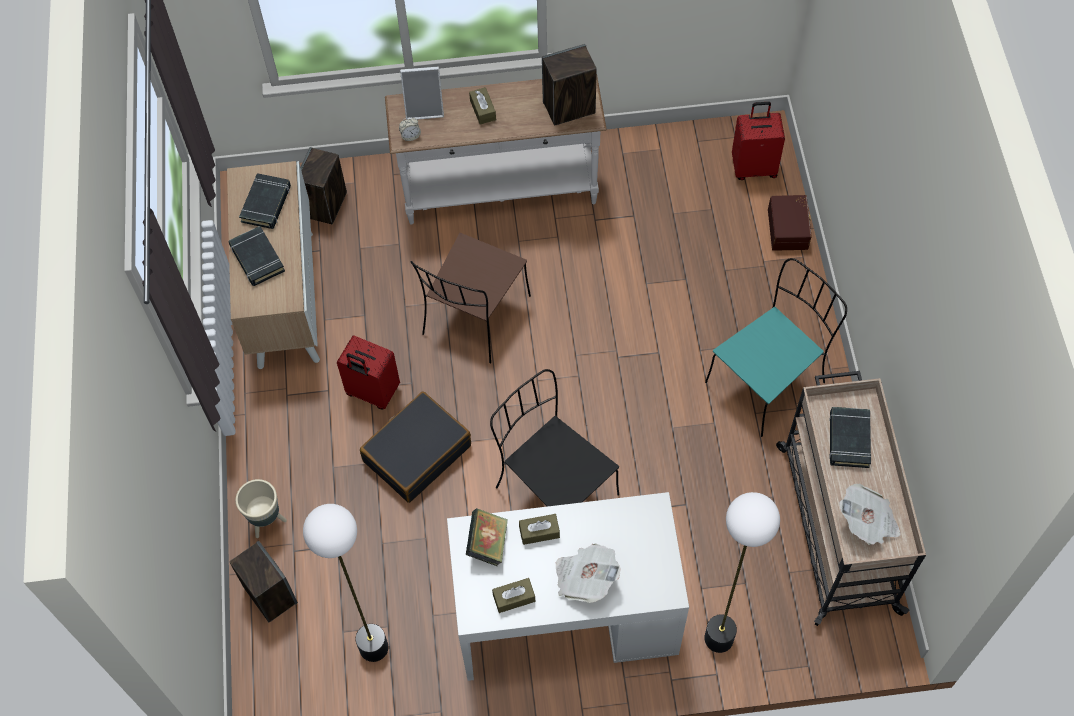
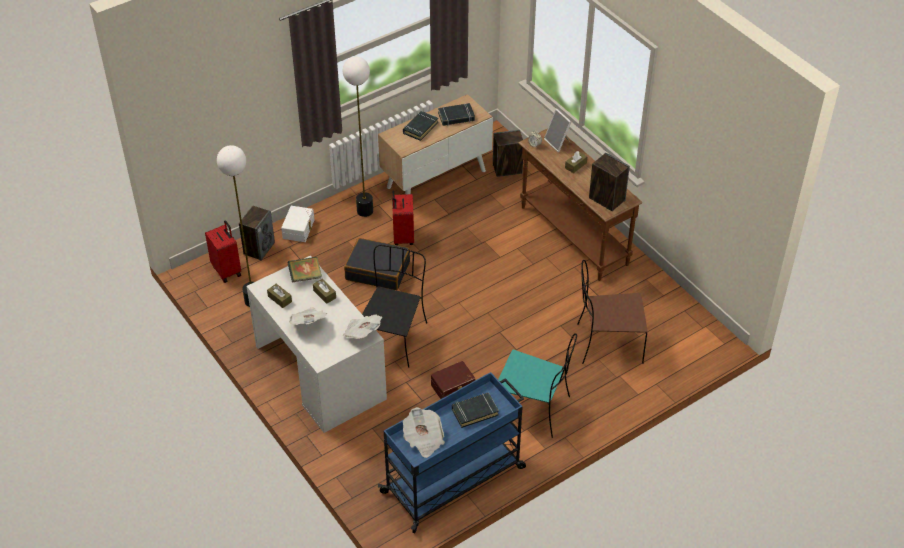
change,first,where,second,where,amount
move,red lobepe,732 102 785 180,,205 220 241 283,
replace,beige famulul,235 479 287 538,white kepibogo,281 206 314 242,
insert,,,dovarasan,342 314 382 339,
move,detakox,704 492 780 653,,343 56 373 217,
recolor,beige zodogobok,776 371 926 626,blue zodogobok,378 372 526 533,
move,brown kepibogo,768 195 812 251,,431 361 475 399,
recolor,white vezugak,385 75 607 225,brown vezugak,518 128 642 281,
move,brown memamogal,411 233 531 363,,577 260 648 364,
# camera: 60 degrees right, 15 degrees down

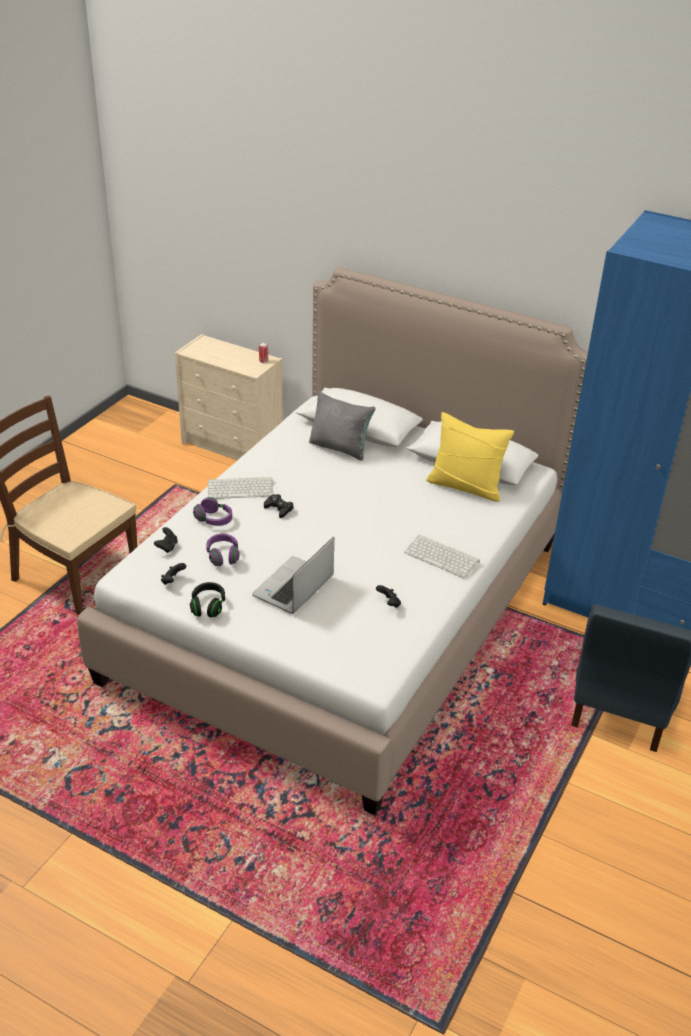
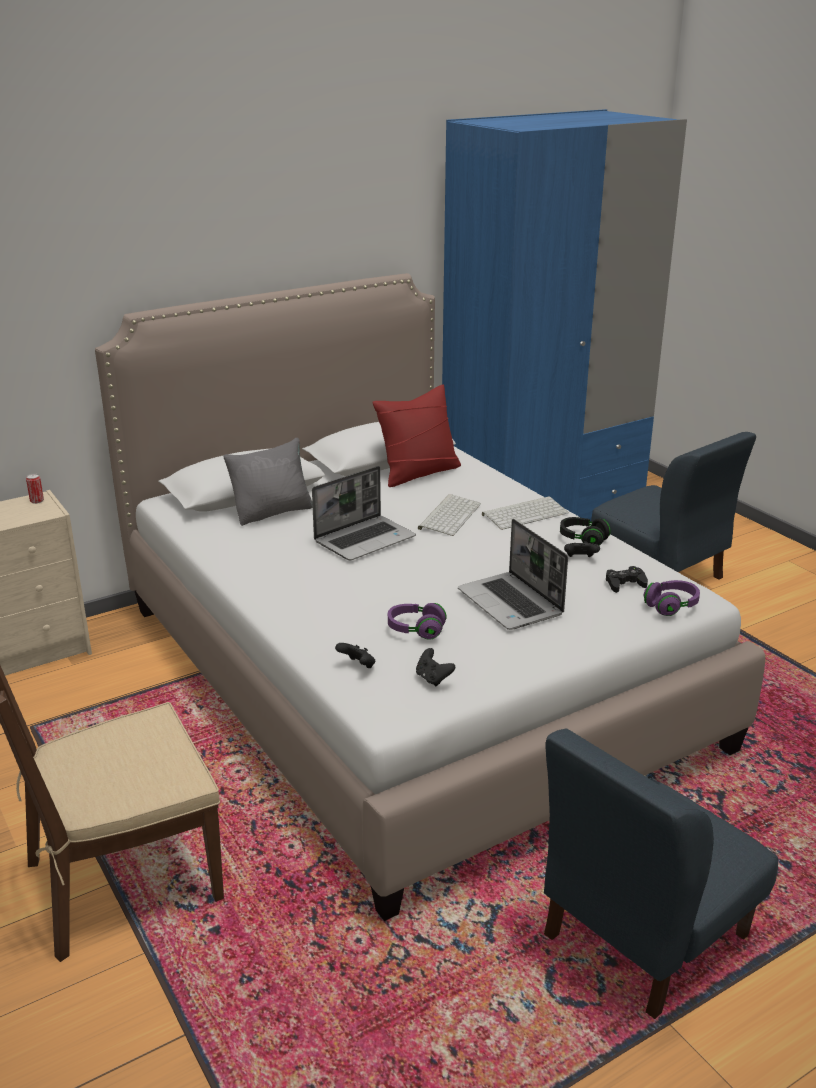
change,first,where,second,where,amount
insert,,,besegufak,312 466 416 560,
recolor,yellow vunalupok,426 412 514 502,red vunalupok,372 385 461 487,
move,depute,208 477 273 499,,418 494 481 536,
insert,,,blue memamogal,544 728 778 1019,
move,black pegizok,190 582 225 618,,560 517 611 546,
move,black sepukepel,264 494 294 518,,606 566 648 593,
move,purple pegizok,193 497 232 526,,644 580 700 616,
# camera: 60 degrees left, 10 degrees down

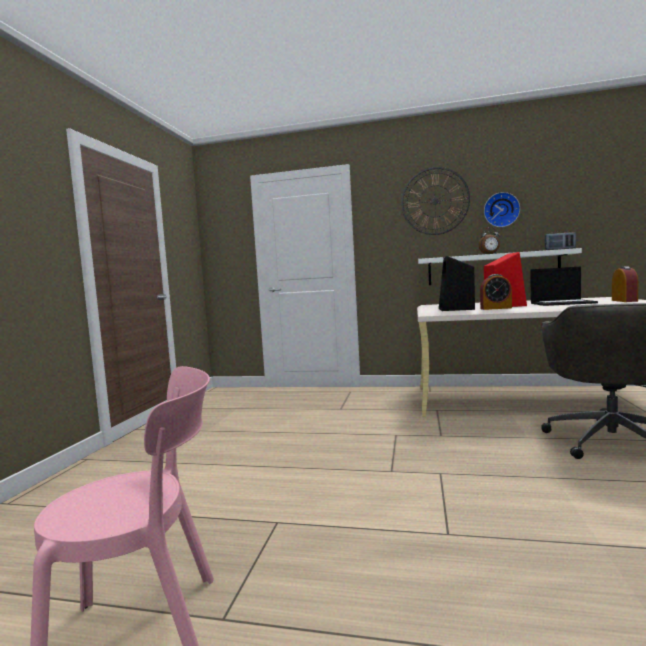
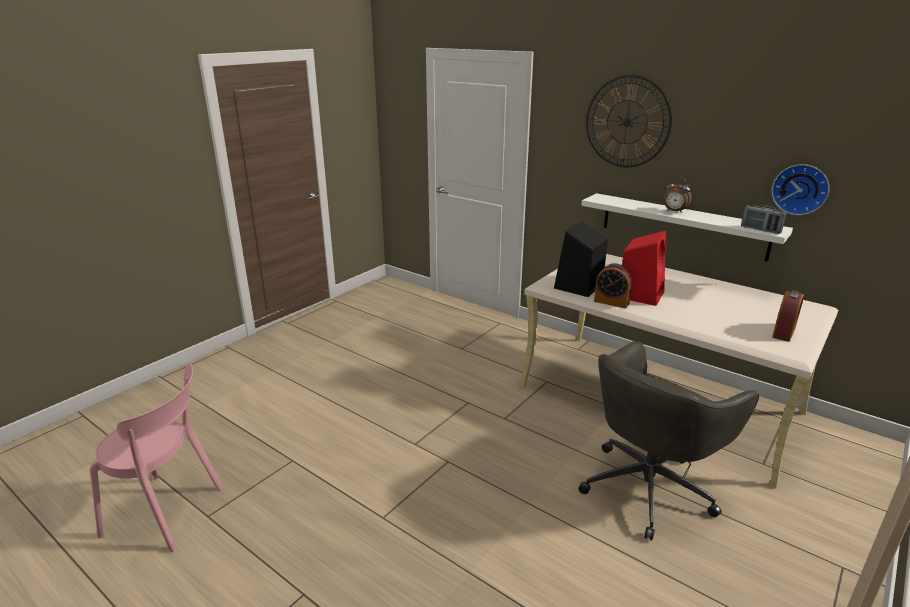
change,first,where,second,where,amount
move,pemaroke,484 192 520 227,,771 164 830 215,
delete,besegufak,530 267 598 306,,,
# camera: 25 degrees right, 20 degrees up

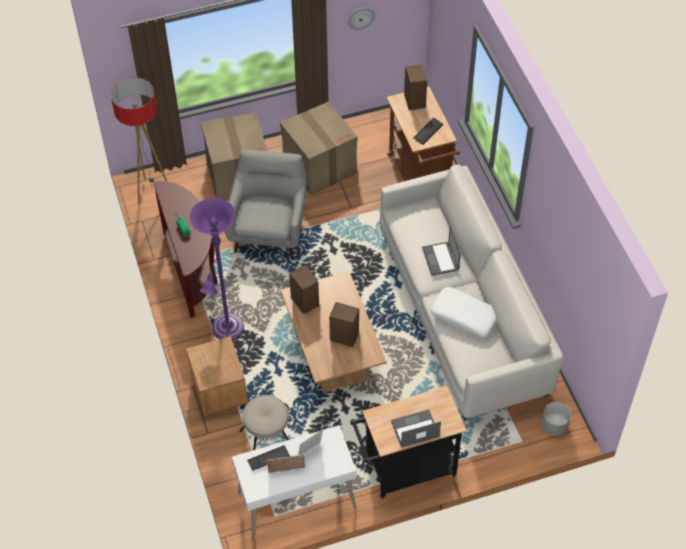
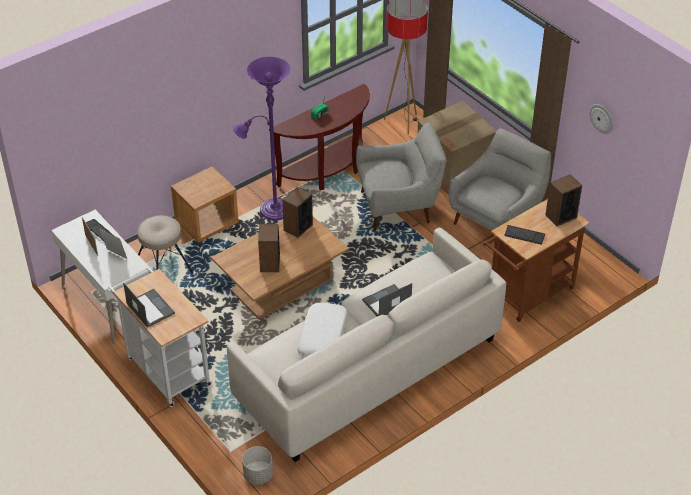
change,first,where,second,where,amount
recolor,black zodogobok,350 386 467 499,white zodogobok,108 267 212 407,
replace,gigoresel,280 102 357 196,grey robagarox,449 128 551 230,
# camera: 70 degrees right, 10 degrees down

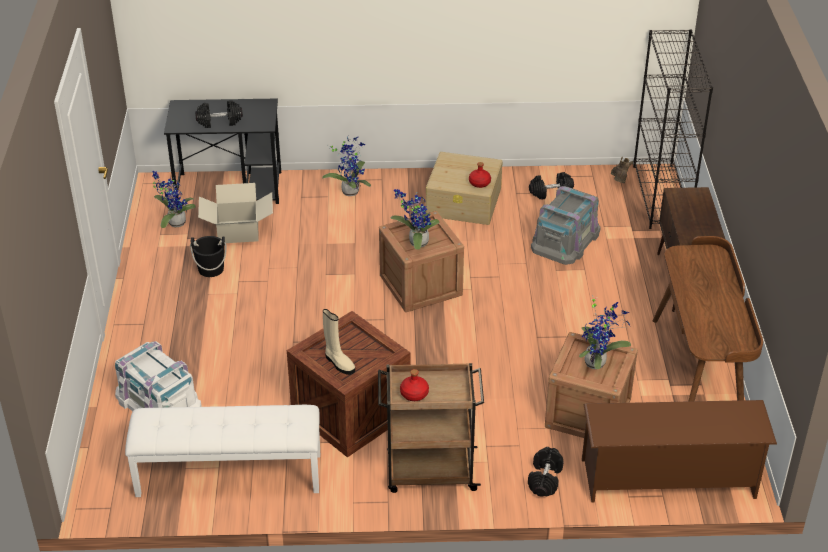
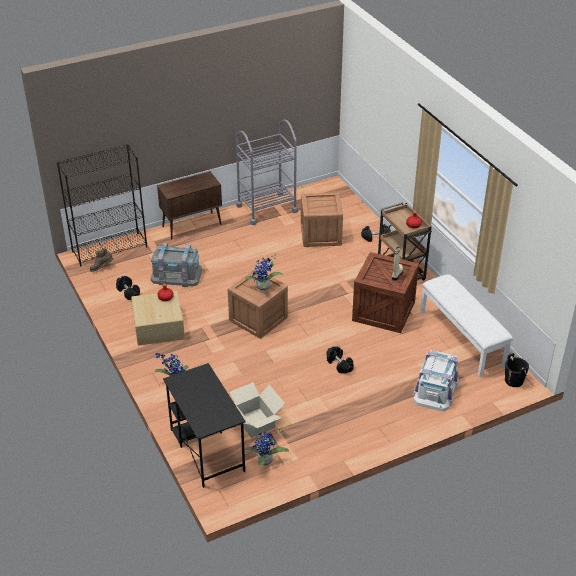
change,first,where,second,where,amount
replace,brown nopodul,653 236 763 402,grey zodogobok,236 120 298 225,
move,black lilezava,195 100 243 128,,326 346 354 374,
move,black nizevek,190 236 226 277,,505 353 529 387,
delete,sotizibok,579 295 631 369,,,
delete,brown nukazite,582 400 777 503,,,
# camera: 115 degrees left, 0 degrees up

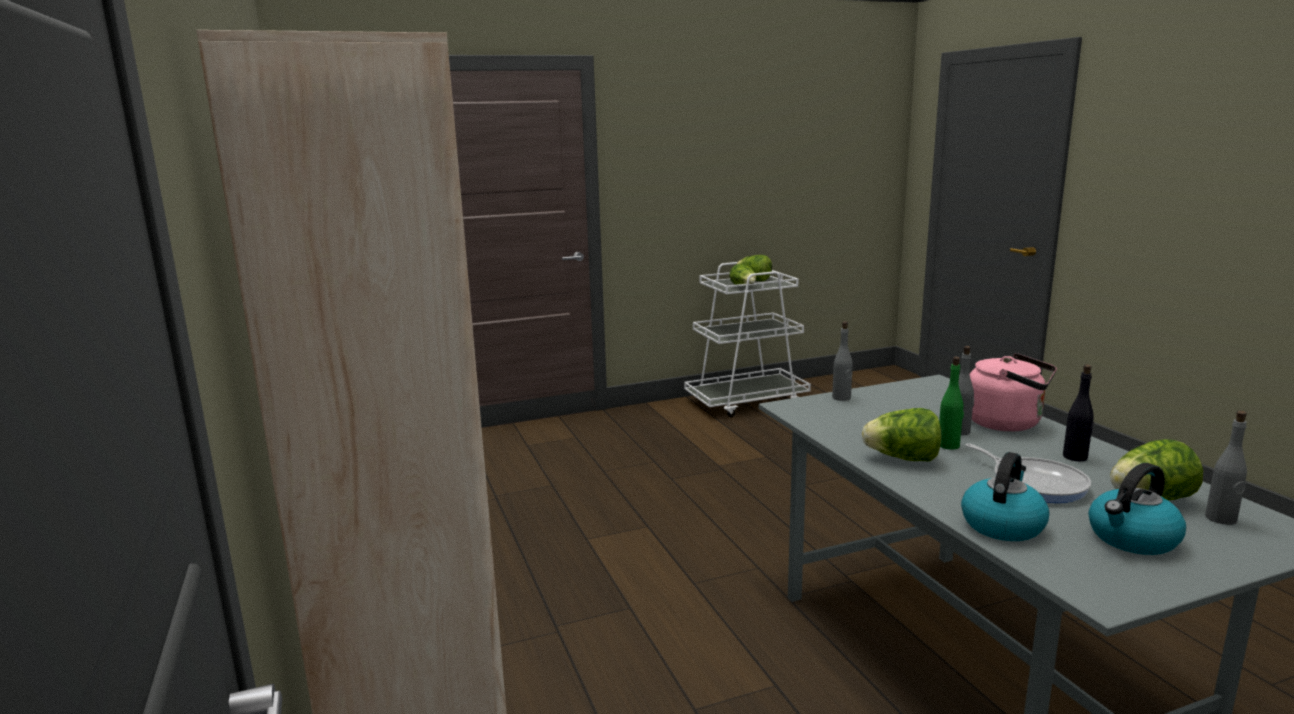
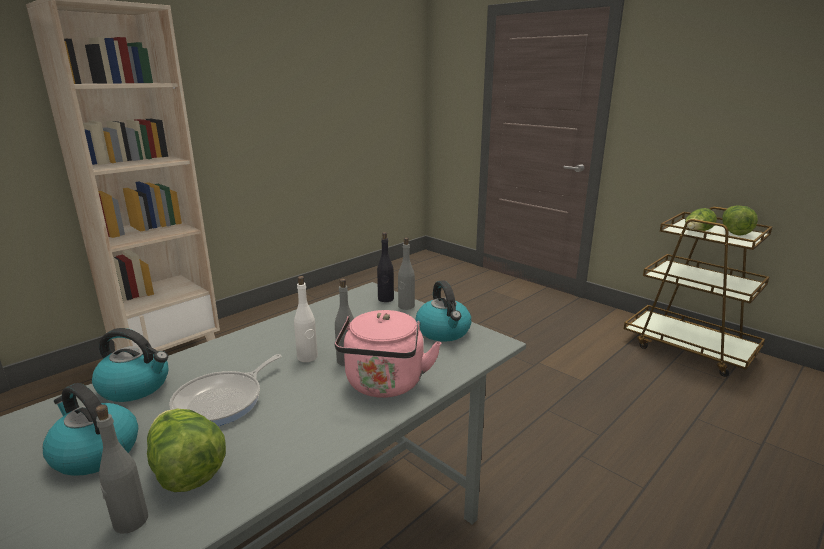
change,first,where,second,where,amount
recolor,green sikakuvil,939 357 964 449,white sikakuvil,294 276 318 362,
move,black sikakuvil,1063 365 1094 461,,377 232 394 302,
insert,,,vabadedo,416 280 471 342,
recolor,white zodogobok,684 262 811 417,brown zodogobok,624 207 772 377,
delete,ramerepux,862 408 941 462,,,
# camera: 65 degrees right, 5 degrees up

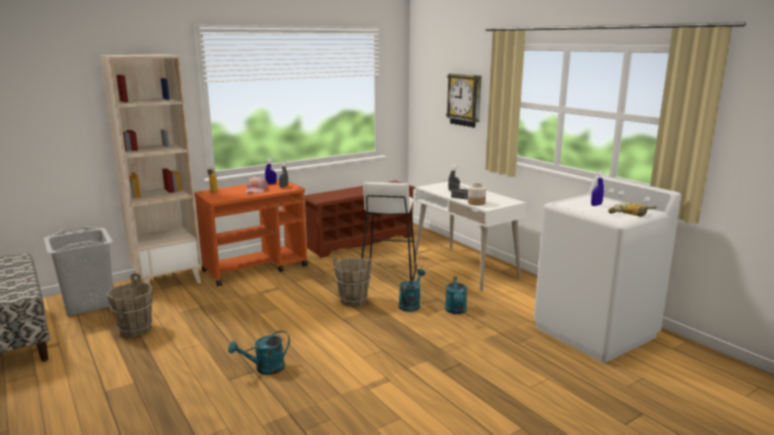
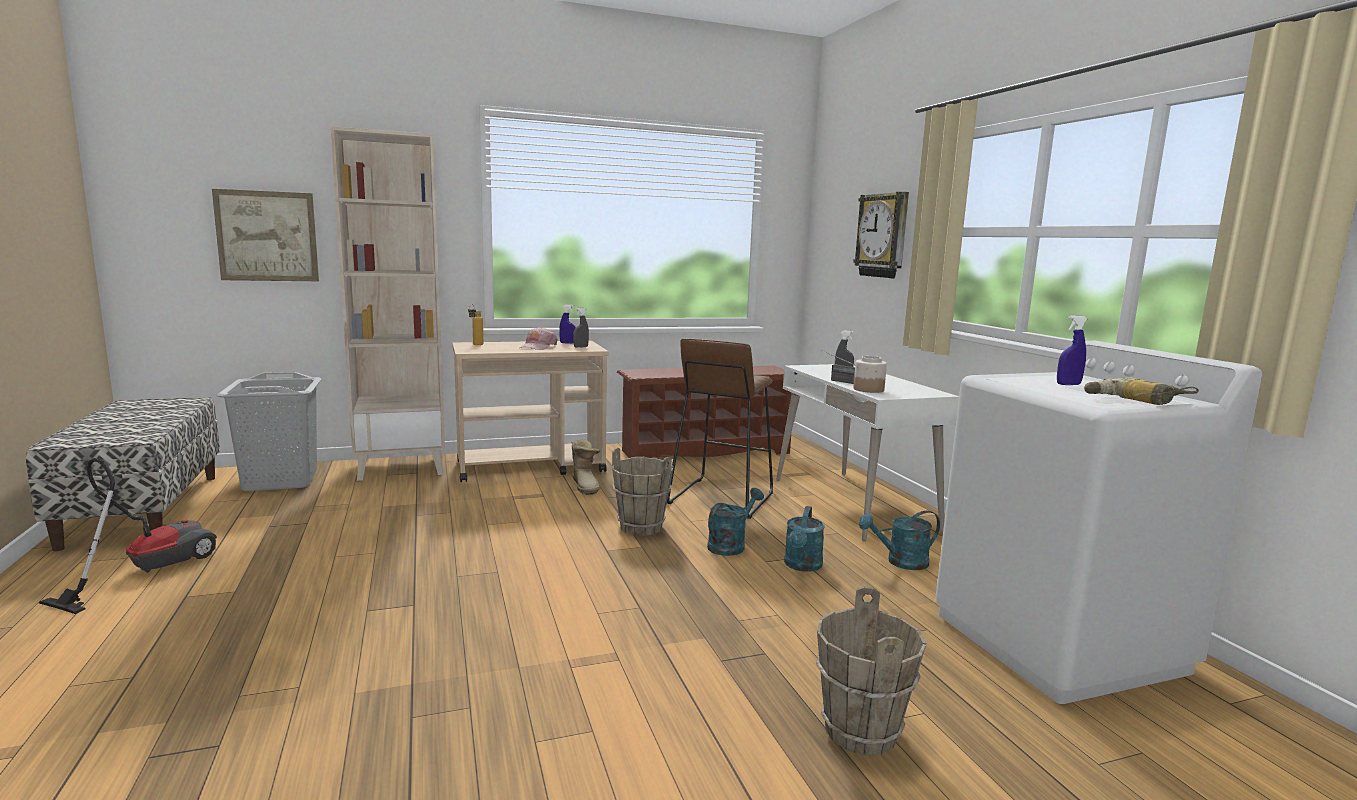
change,first,where,second,where,amount
insert,,,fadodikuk,39 458 217 614,
insert,,,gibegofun,212 189 319 281,
recolor,orange zodogobok,194 180 308 287,beige zodogobok,452 341 608 482,
insert,,,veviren,571 439 600 495,
recolor,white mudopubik,361 182 417 281,brown mudopubik,667 338 773 519,
move,brown nizevek,107 273 154 337,,816 586 926 755,
move,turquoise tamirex,228 330 290 375,,859 510 940 570,
# camera: 15 degrees right, 5 degrees down

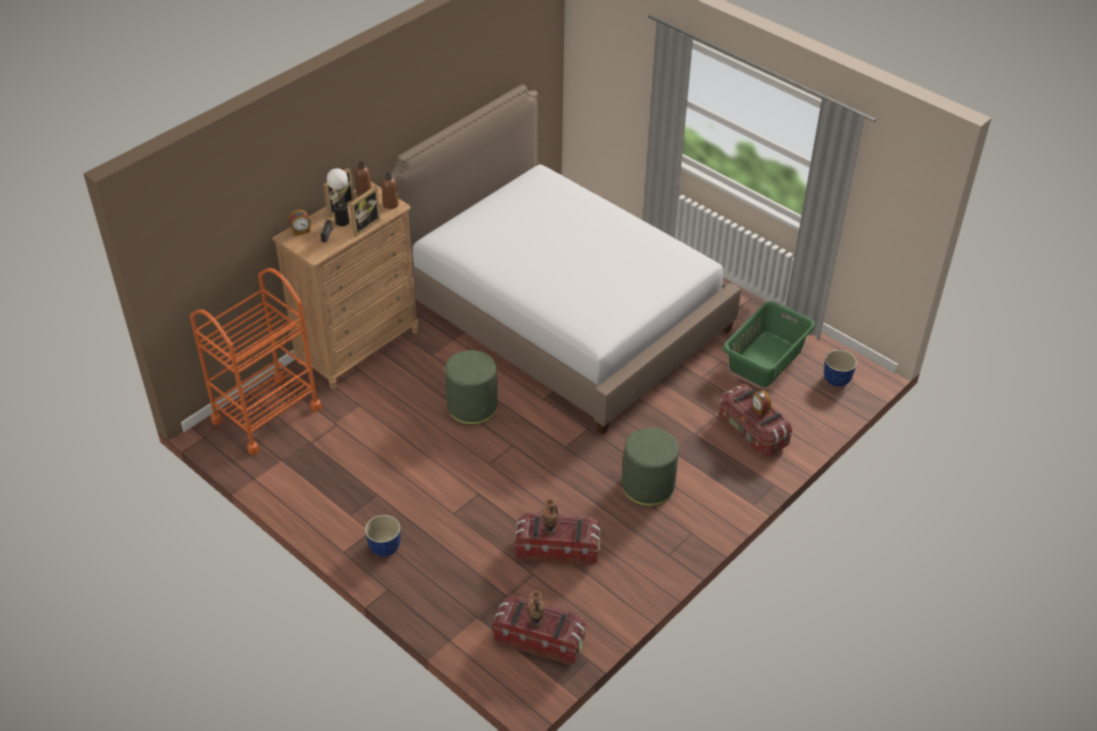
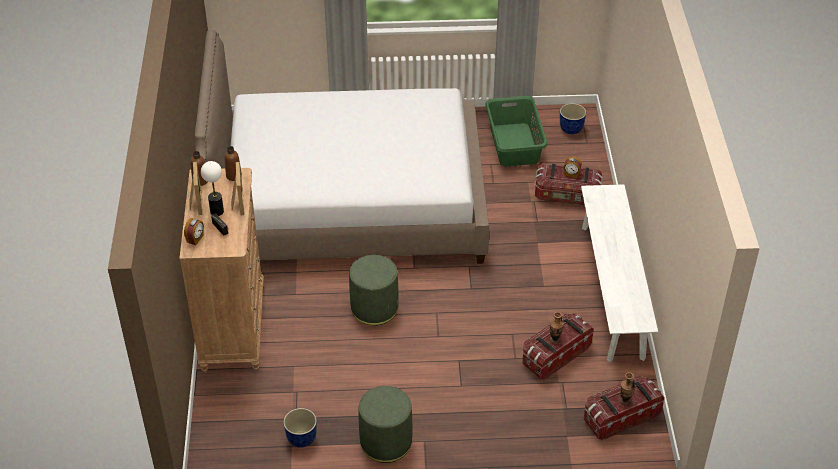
change,first,where,second,where,amount
move,famulul,365 515 400 557,,283 408 317 448,
move,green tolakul,622 427 679 506,,359 386 412 463,
insert,,,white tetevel,581 184 658 362,
delete,orange zodogobok,190 268 322 455,,,
# camera: 45 degrees left, 0 degrees up

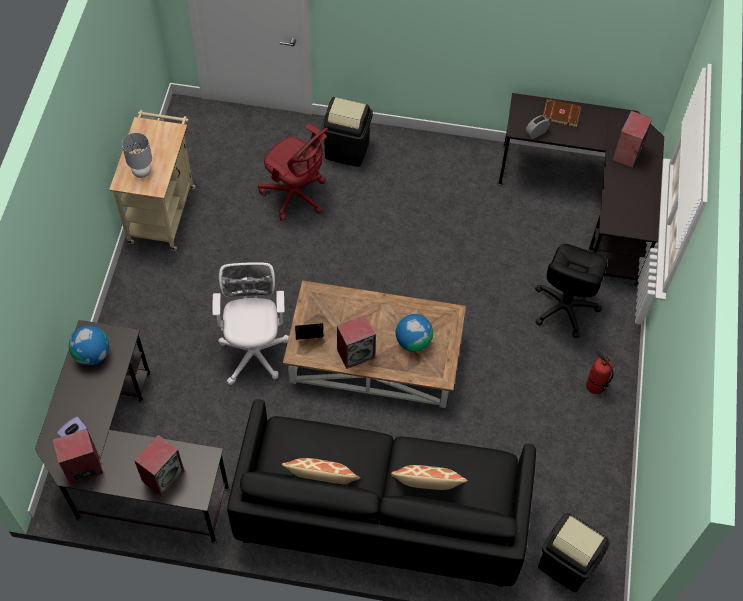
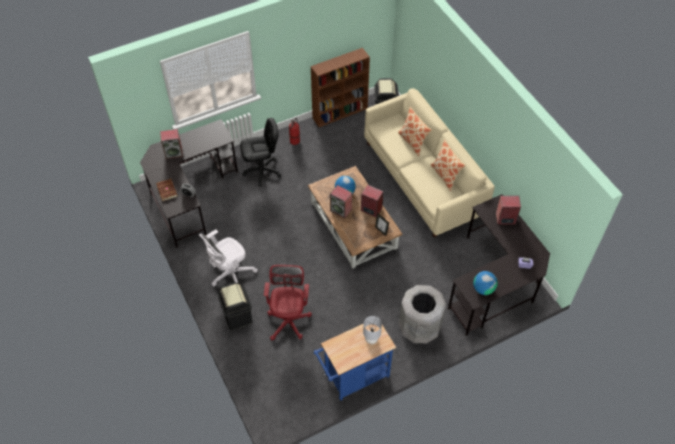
change,first,where,second,where,amount
move,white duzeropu,213 262 289 385,,199 229 258 286,
insert,,,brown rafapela,311 48 370 127,
recolor,beige zodogobok,109 110 196 251,blue zodogobok,313 324 396 401,
move,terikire,53 429 103 484,,330 185 352 219,
recolor,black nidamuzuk,227 399 536 587,beige nidamuzuk,364 88 495 237,
insert,,,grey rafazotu,399 285 446 344,
# camera: 125 degrees left, 5 degrees down

